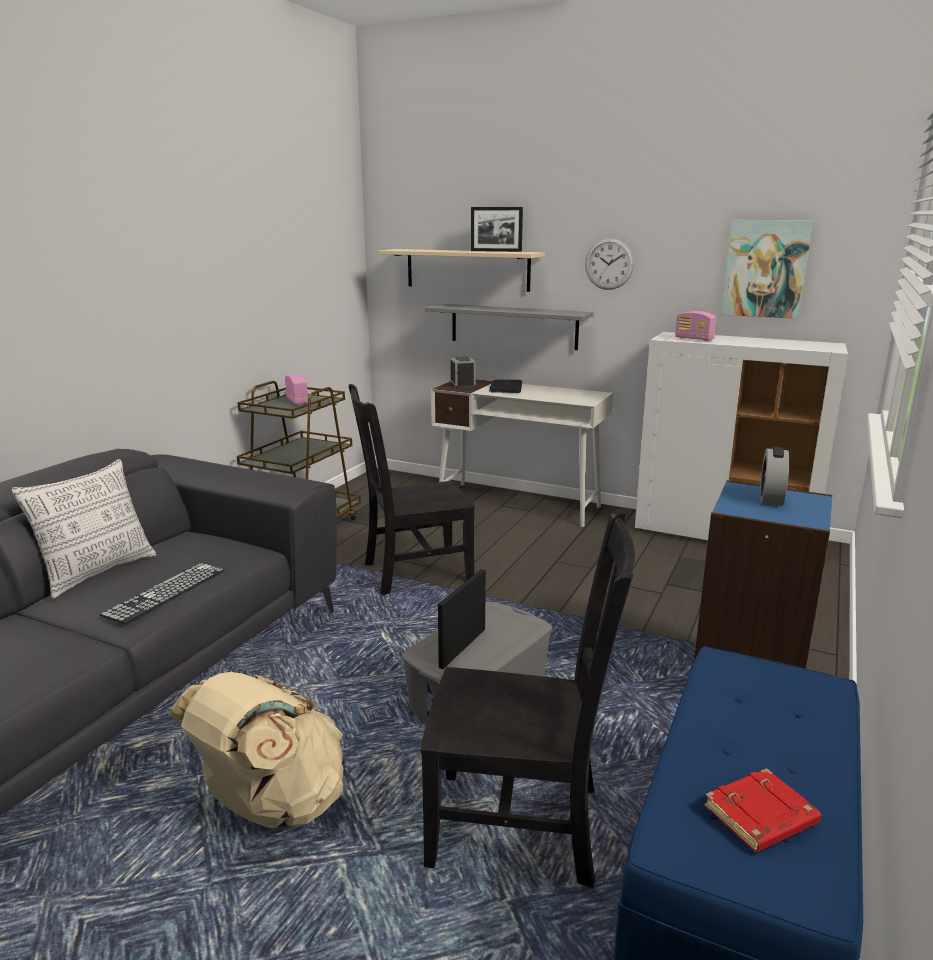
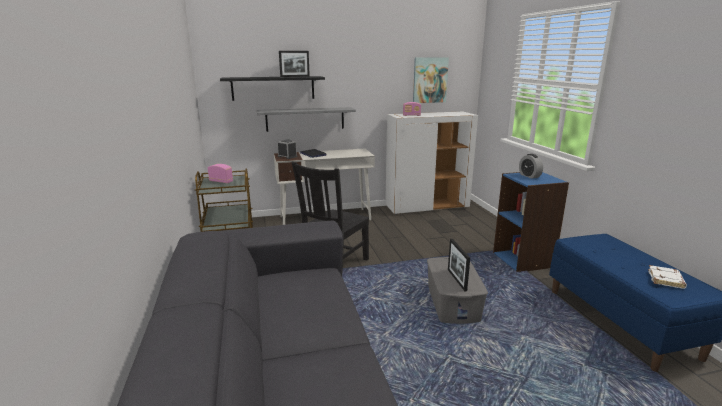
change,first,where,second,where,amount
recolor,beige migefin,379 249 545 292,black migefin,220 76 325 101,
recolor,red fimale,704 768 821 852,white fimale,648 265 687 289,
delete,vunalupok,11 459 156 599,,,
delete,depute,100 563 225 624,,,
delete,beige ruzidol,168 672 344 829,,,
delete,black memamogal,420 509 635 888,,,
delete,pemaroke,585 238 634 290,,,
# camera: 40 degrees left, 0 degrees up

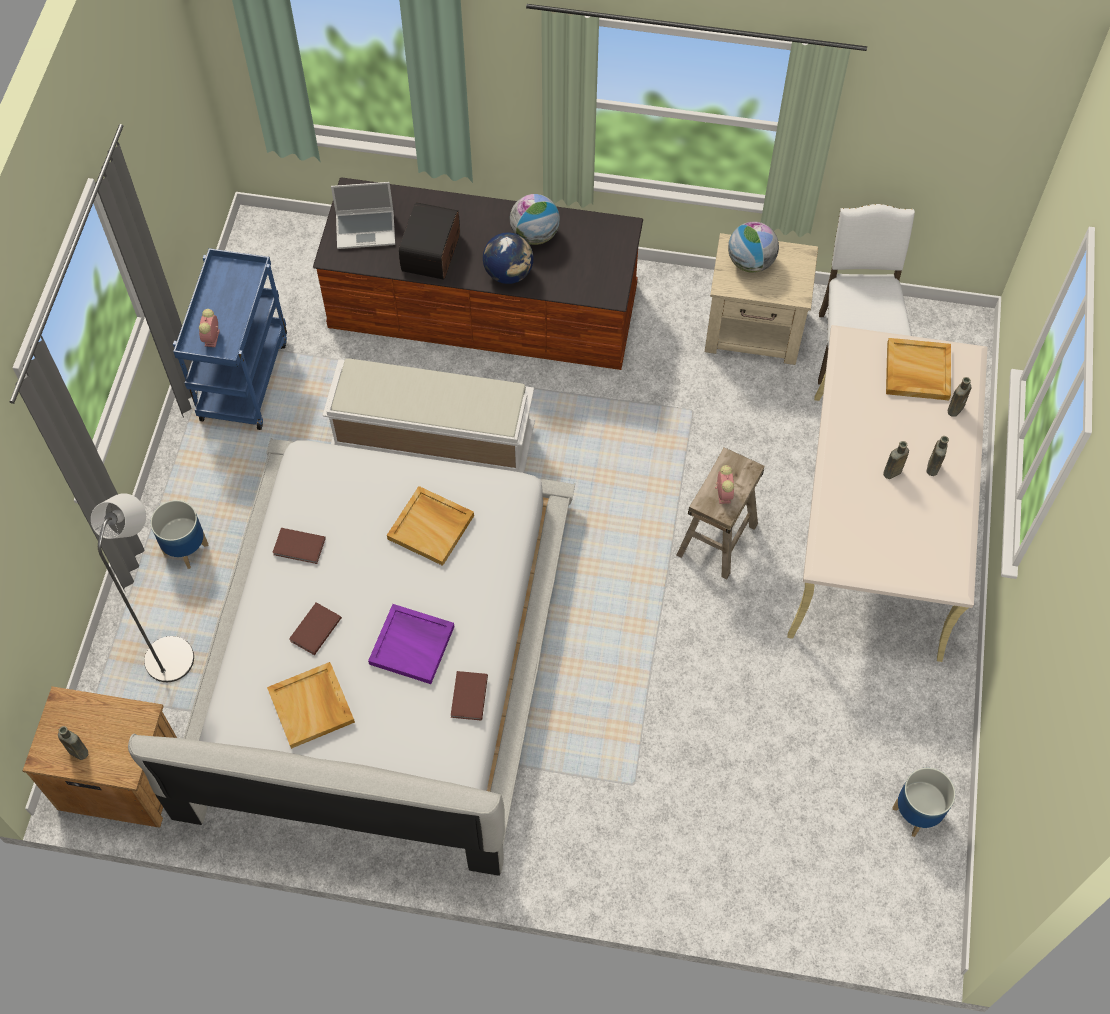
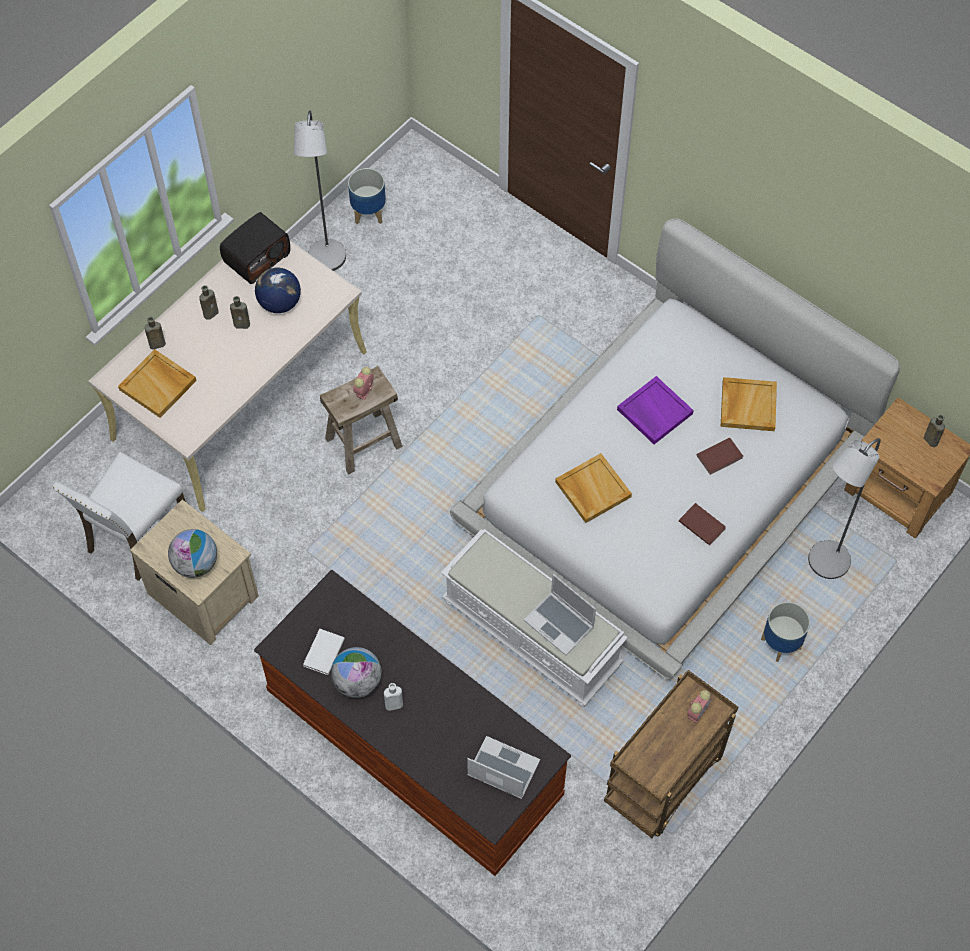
change,first,where,second,where,amount
move,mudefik,399 202 460 280,,220 212 290 284,
move,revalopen,483 232 533 284,,255 268 301 313,
insert,,,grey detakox,294 110 346 271,
insert,,,white fimale,303 629 345 675,
insert,,,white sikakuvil,384 683 403 711,
insert,,,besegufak,524 574 596 655,
recolor,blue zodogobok,173 248 287 430,brown zodogobok,604 670 738 838,
delete,brown fimale,451 671 488 721,,,
# camera: 150 degrees left, 0 degrees up

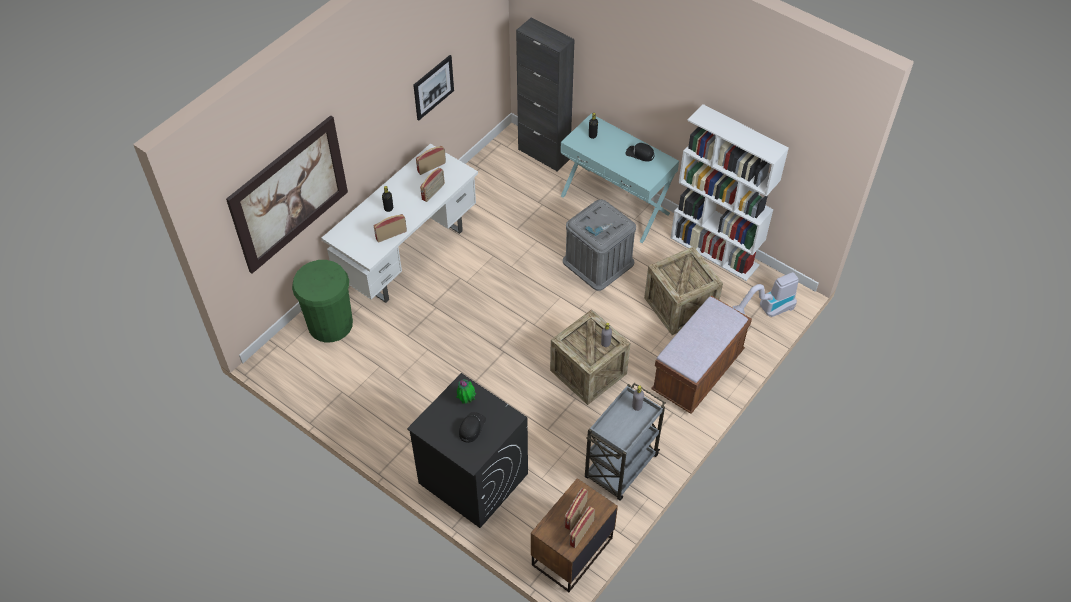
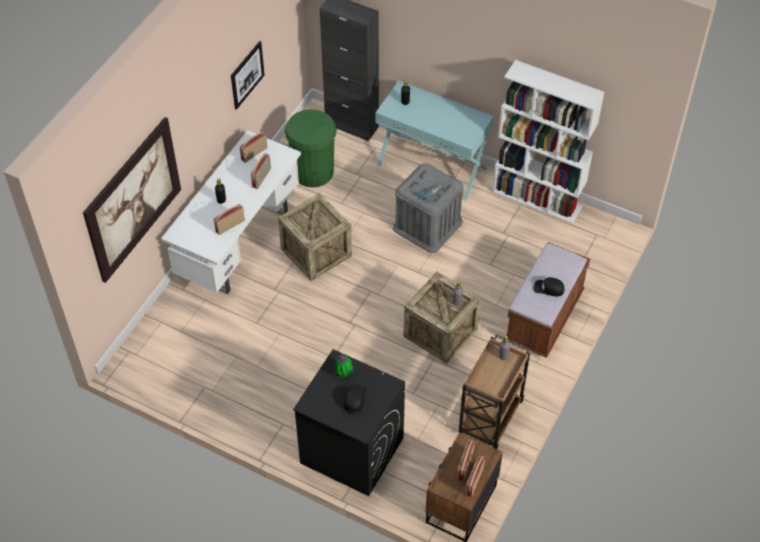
change,first,where,second,where,amount
move,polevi,644 246 723 335,,278 193 352 281,
move,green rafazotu,292 260 353 342,,285 109 337 188,
recolor,grey zodogobok,585 383 666 501,brown zodogobok,459 334 530 449,
move,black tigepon,625 143 655 162,,534 277 565 297,
delete,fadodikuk,732 272 799 317,,,
# camera: 10 degrees left, 0 degrees up

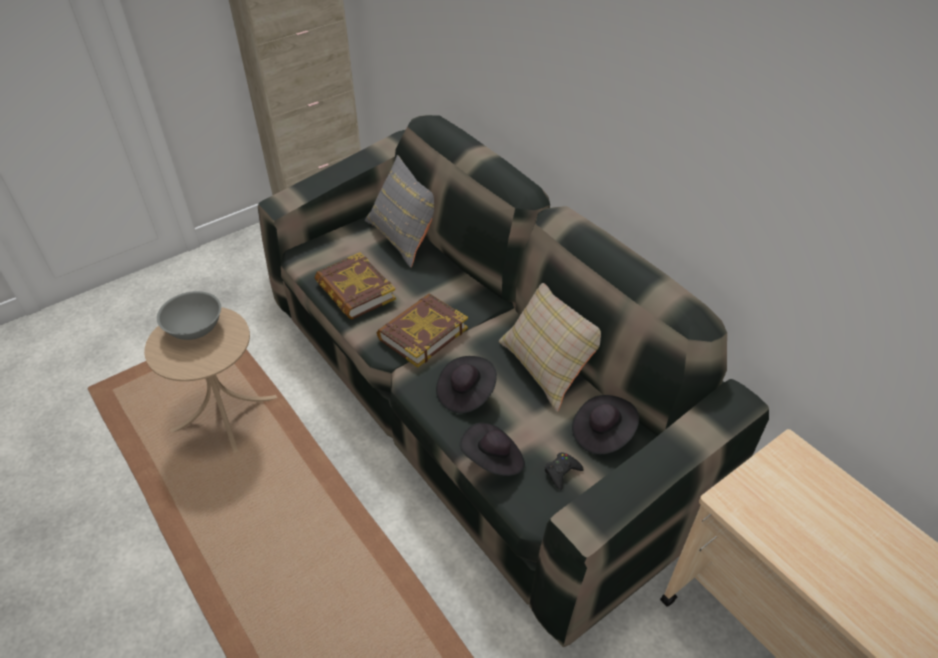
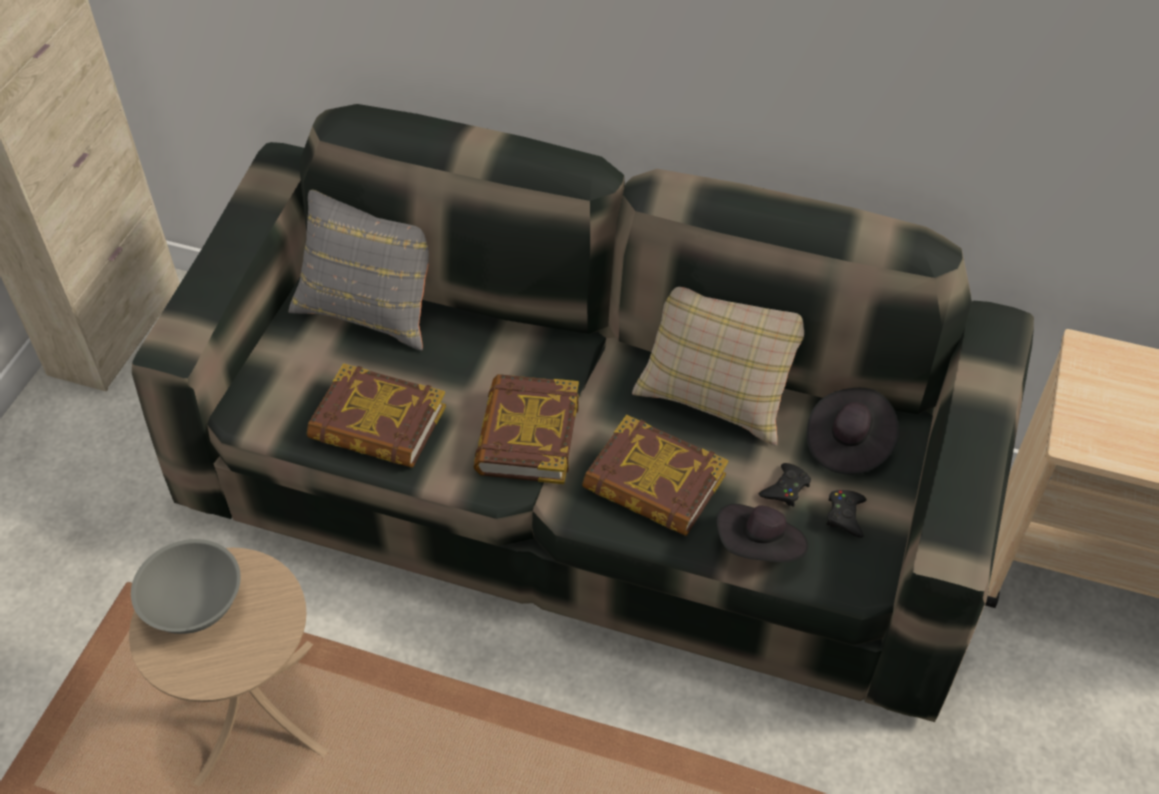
change,first,where,second,where,amount
replace,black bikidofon,436 356 497 413,fimale,582 415 729 536,
insert,,,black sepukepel,758 463 811 507,
# camera: 35 degrees left, 5 degrees up

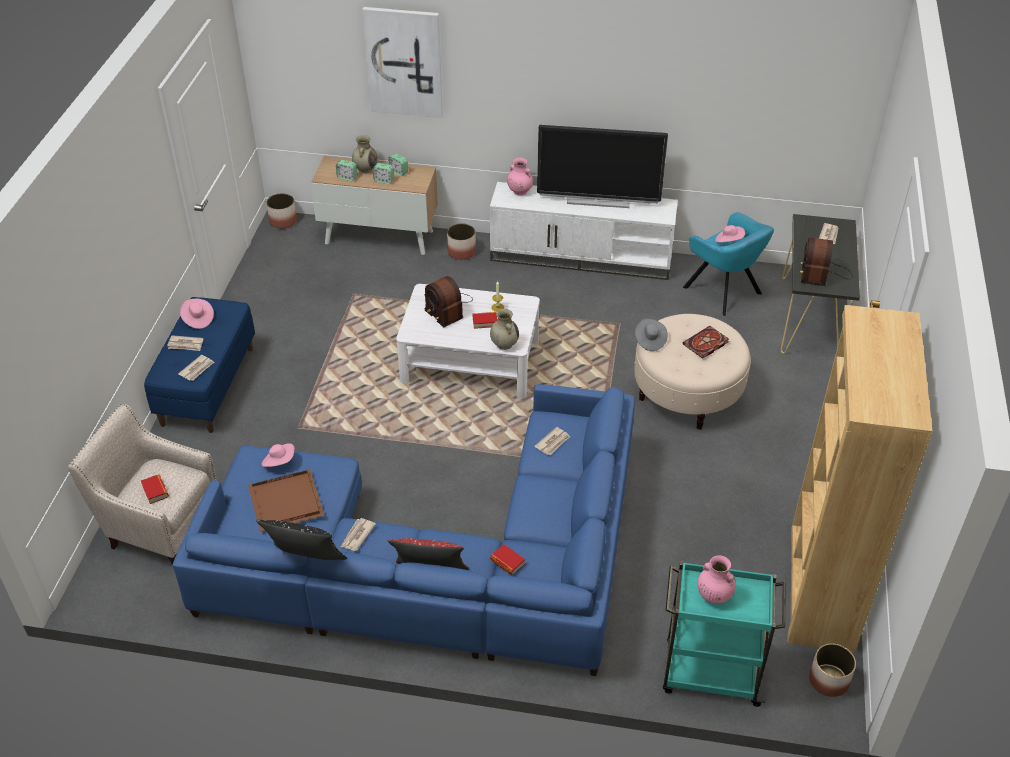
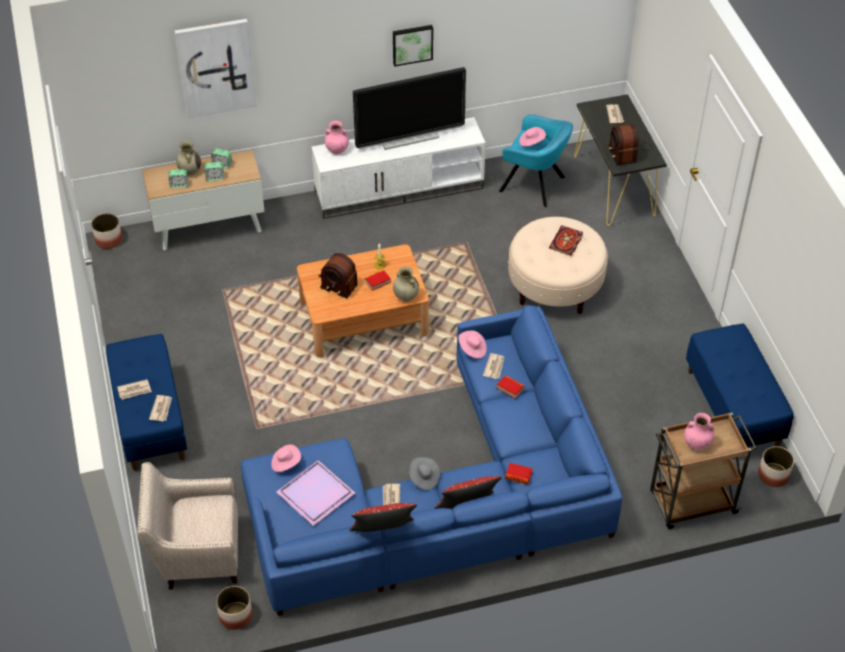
change,first,where,second,where,amount
move,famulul,447 223 476 260,,216 586 253 630,
recolor,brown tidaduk,248 470 324 532,purple tidaduk,276 460 355 526,
recolor,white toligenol,396 284 540 398,brown toligenol,297 244 429 358,
recolor,black vunalupok,256 520 347 560,red vunalupok,350 503 417 532,
insert,,,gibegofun,393 25 433 67,
move,grey bikidofon,635 319 668 351,,409 457 440 490,
move,pink bikidofon,180 299 214 329,,458 331 487 359,
move,fimale,141 475 169 504,,497 375 525 399,
recolor,turquoise zodogobok,663 561 786 707,brown zodogobok,650 412 757 529,
replace,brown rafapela,788 305 932 653,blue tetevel,686 323 794 459,
# camera: 25 degrees left, 5 degrees up

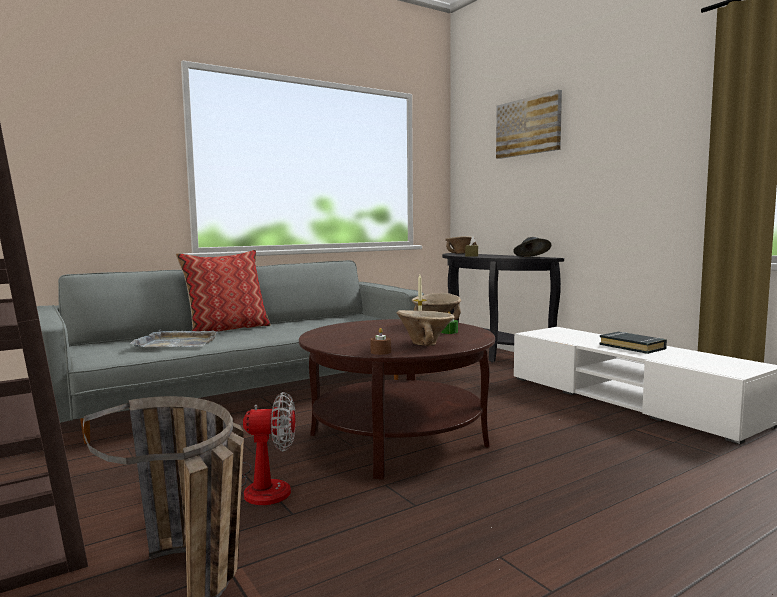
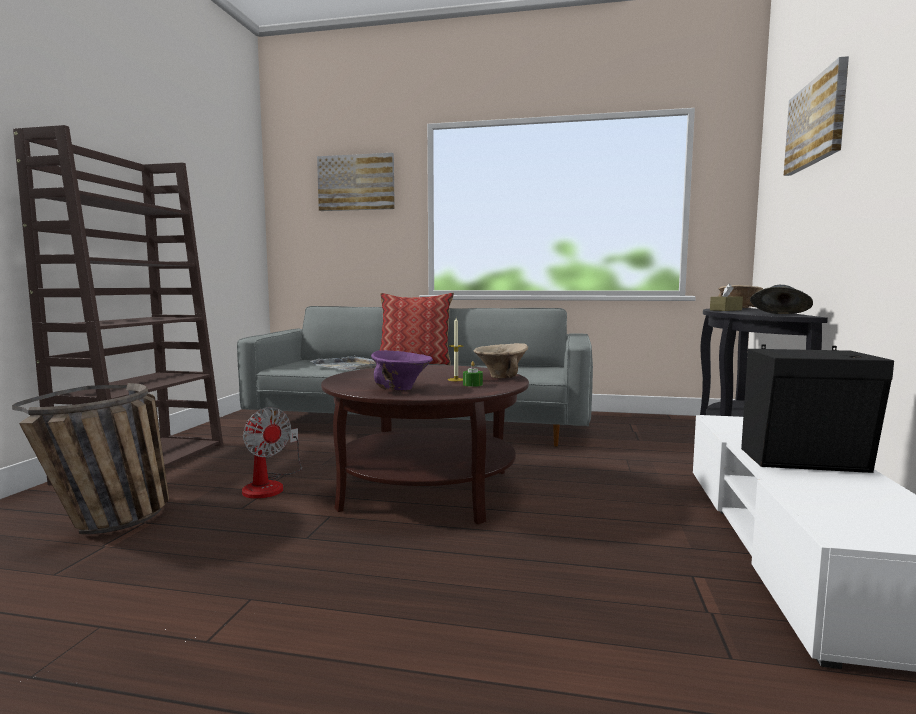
change,first,where,second,where,amount
insert,,,gibegofun,317 153 395 211,
recolor,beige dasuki,396 310 454 346,purple dasuki,371 350 433 391,
replace,black fimale,599 332 667 354,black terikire,741 344 894 473,
delete,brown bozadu,370 328 391 355,,,
# camera: 45 degrees right, 0 degrees up

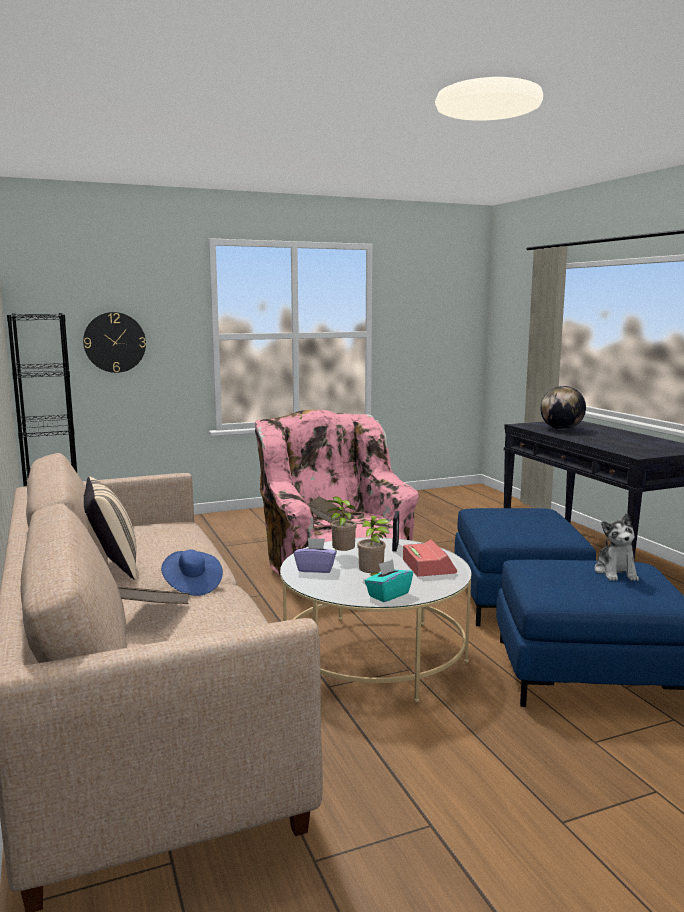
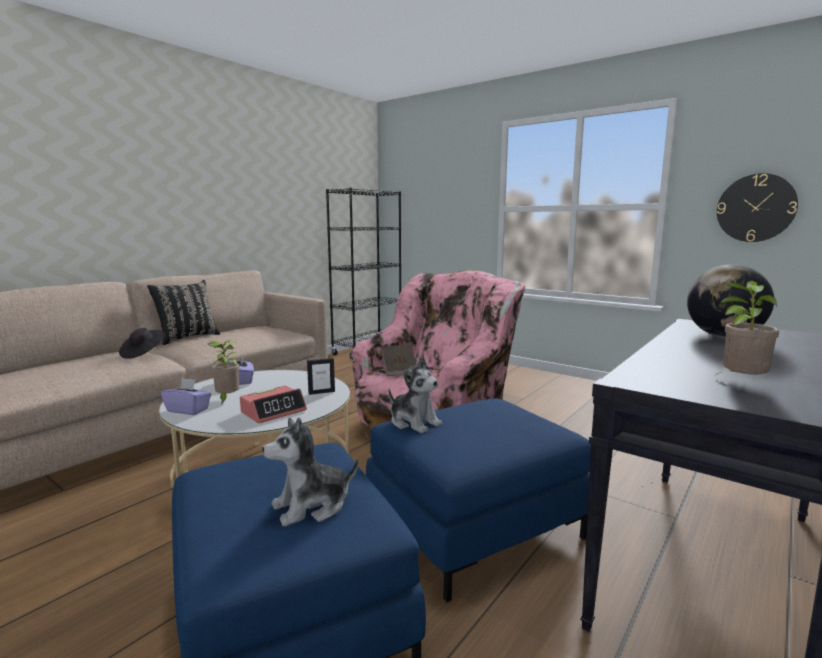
change,first,where,second,where,amount
recolor,blue bikidofon,161 549 223 596,black bikidofon,119 328 165 359,
recolor,beige vunalupok,84 477 136 580,black vunalupok,147 280 220 345,
recolor,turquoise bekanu,365 559 413 602,purple bekanu,161 378 211 415,
insert,,,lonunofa,389 356 442 433,
move,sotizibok,326 496 357 551,,713 281 779 377,
move,pemaroke,83 312 146 373,,717 173 798 242,
delete,brown fimale,118 587 190 604,,,
# camera: 60 degrees right, 0 degrees up

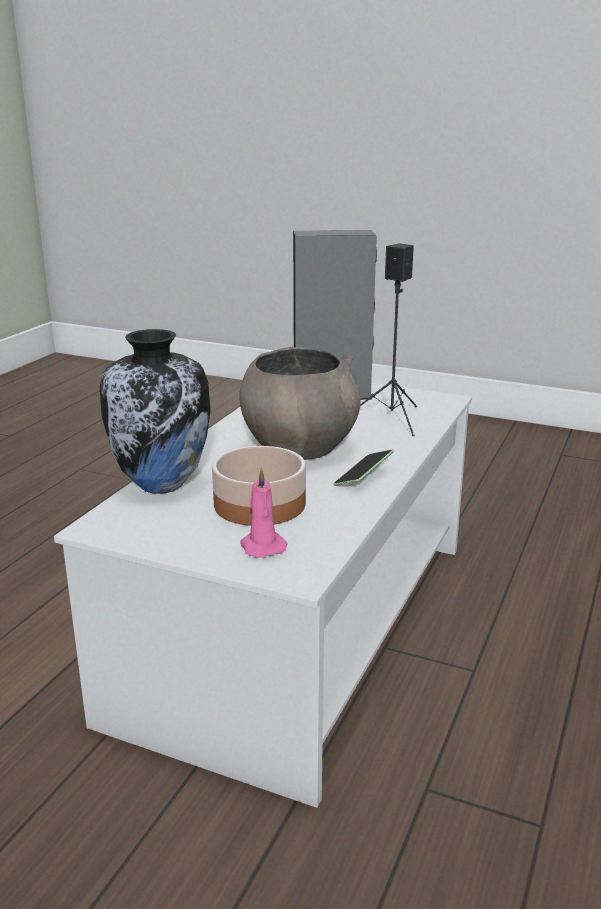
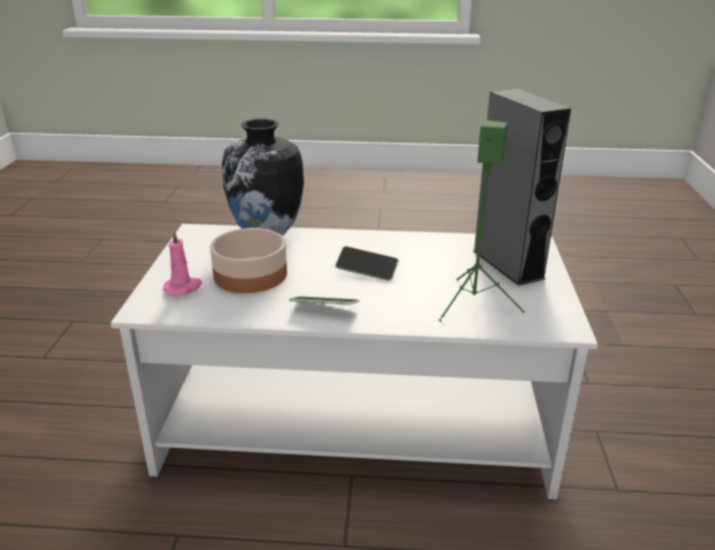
change,first,where,second,where,amount
replace,grey dasuki,240 347 361 460,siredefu,335 246 399 281,
recolor,black terikire,360 243 417 436,green terikire,439 120 525 321,
# camera: 70 degrees right, 5 degrees up

